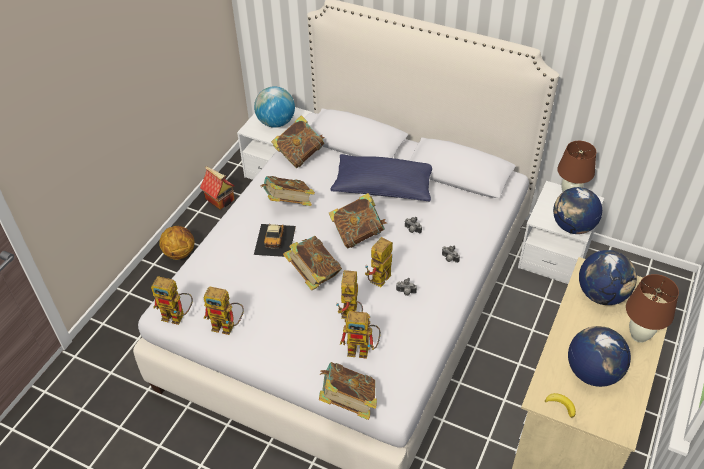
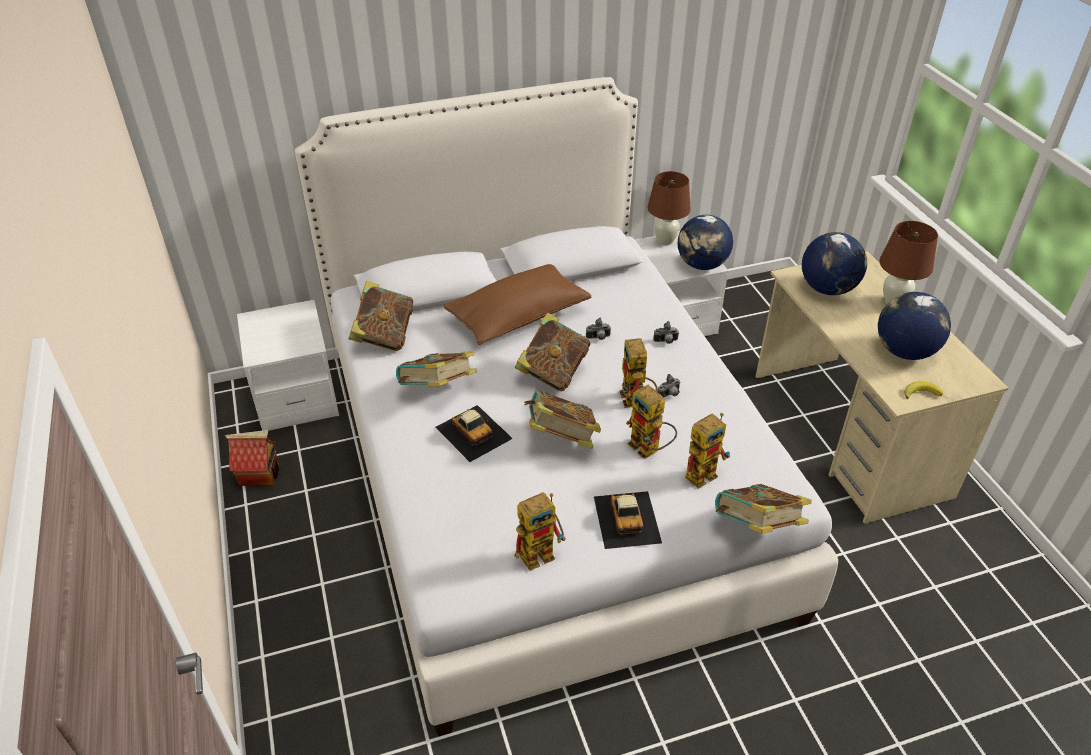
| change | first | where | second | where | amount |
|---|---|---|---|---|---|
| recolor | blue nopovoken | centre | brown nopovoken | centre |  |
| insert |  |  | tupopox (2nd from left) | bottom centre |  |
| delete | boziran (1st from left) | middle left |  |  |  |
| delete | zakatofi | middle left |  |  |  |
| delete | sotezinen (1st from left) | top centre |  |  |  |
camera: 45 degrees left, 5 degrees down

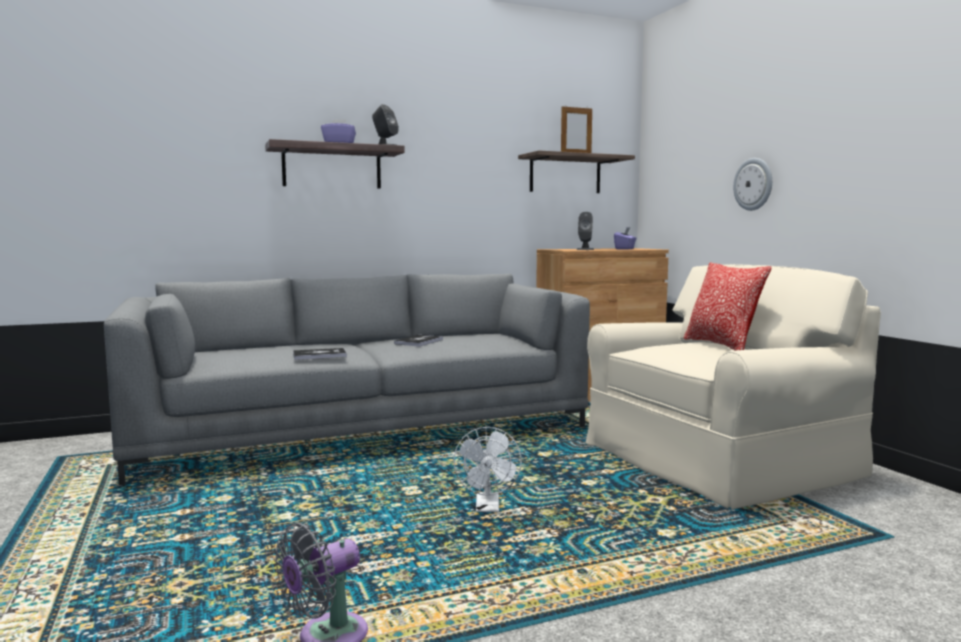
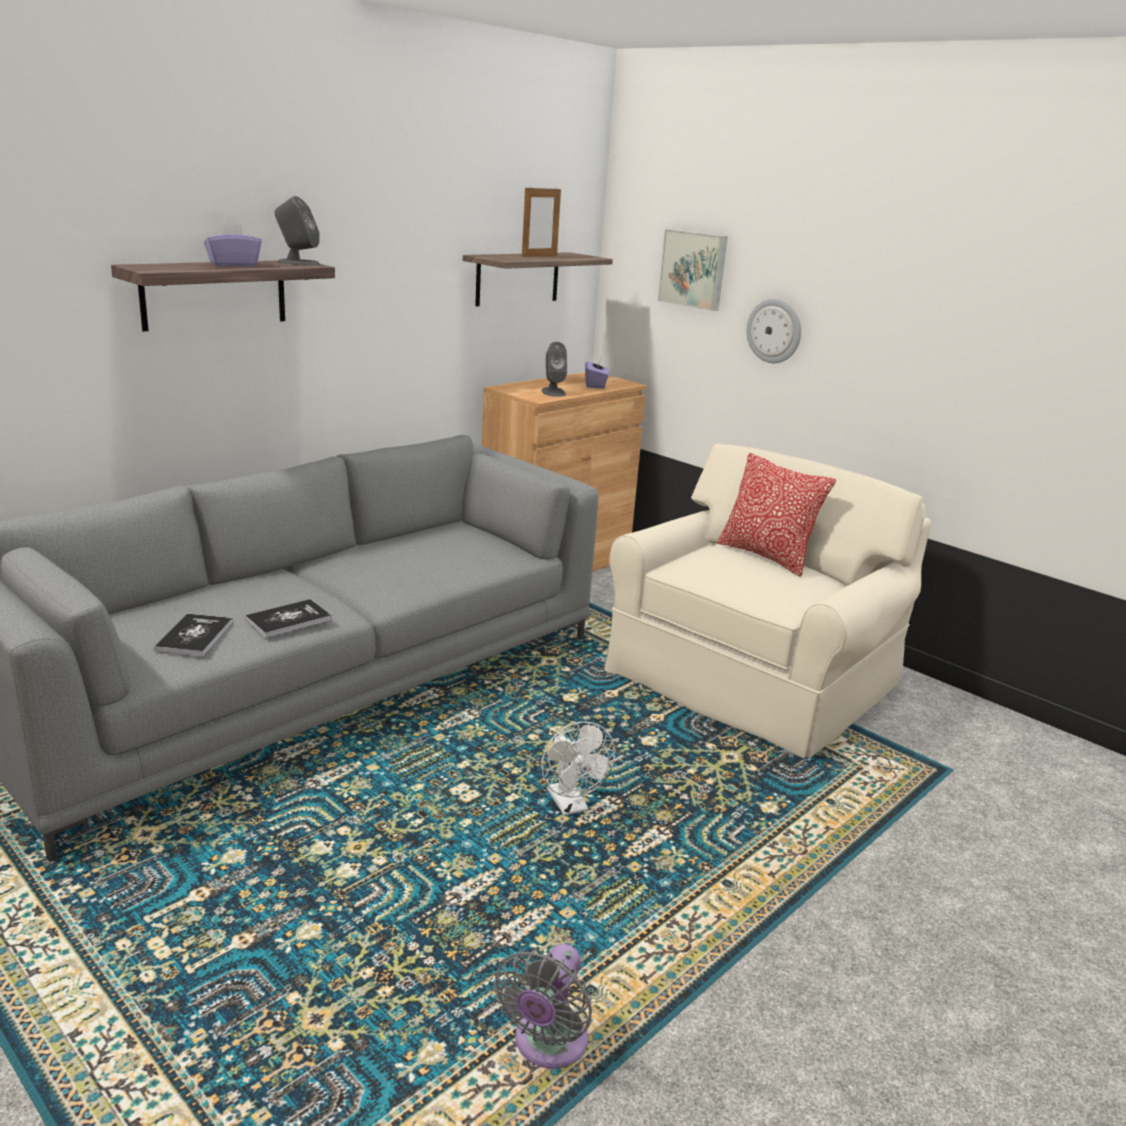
| change | first | where | second | where | amount |
|---|---|---|---|---|---|
| move | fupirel (2nd from left in the first image) | centre | fupirel (1st from left) | middle left |  |
| insert |  |  | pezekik | top centre |  |
camera: 25 degrees left, 15 degrees up

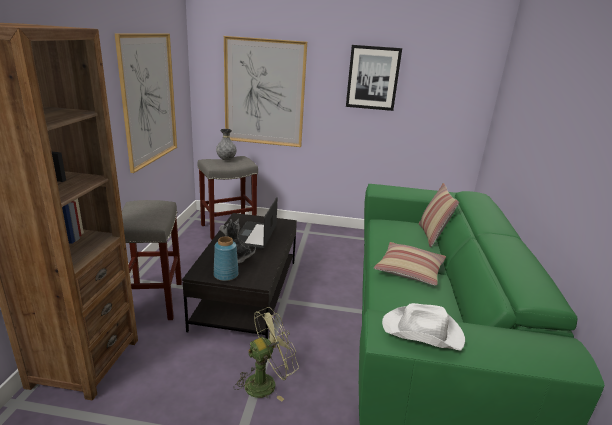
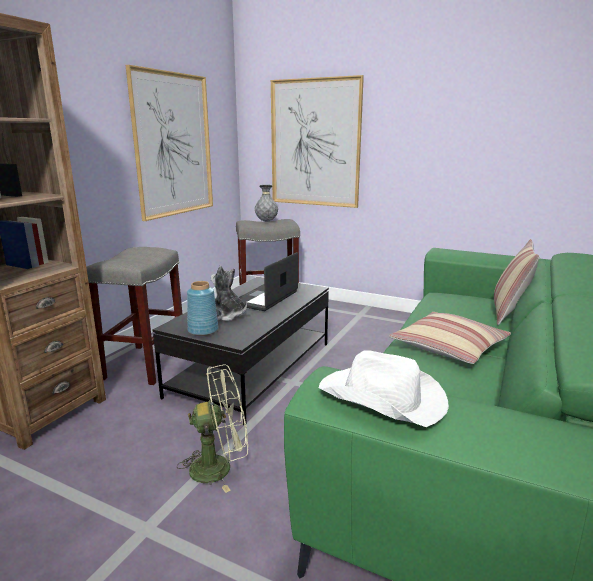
| change | first | where | second | where | amount |
|---|---|---|---|---|---|
| delete | pezekik (3rd from left) | top centre |  |  |  |
camera: 20 degrees right, 5 degrees down

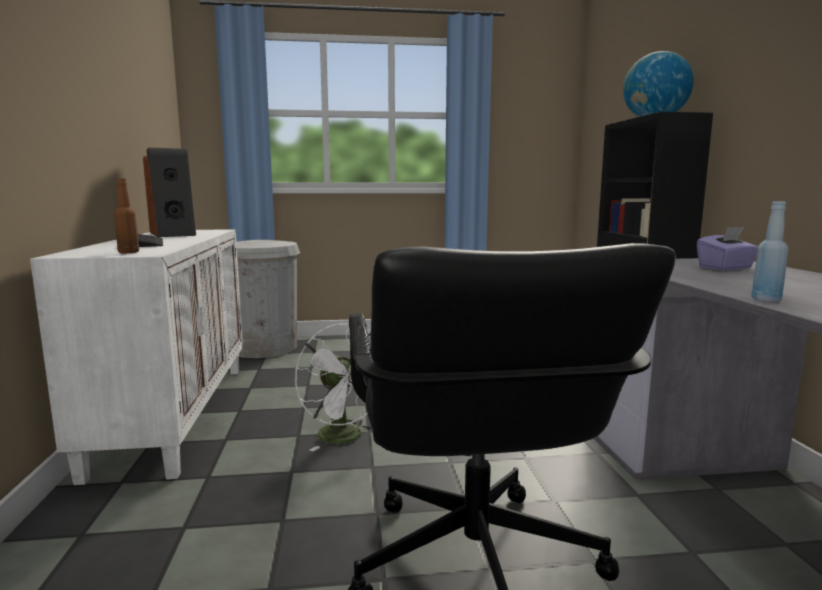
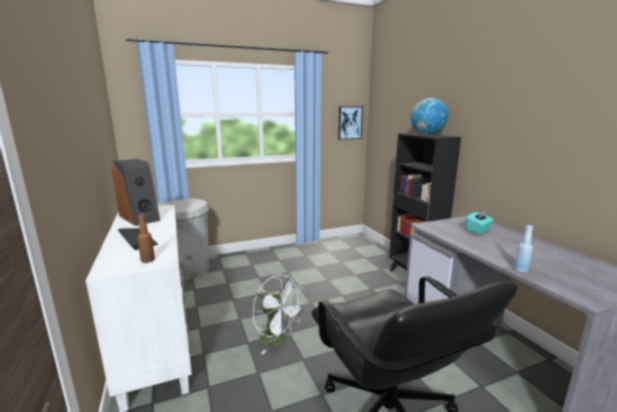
| change | first | where | second | where | amount |
|---|---|---|---|---|---|
| insert |  |  | pezekik | top centre |  |
| recolor | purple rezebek | middle right | turquoise rezebek | middle right |  |
camera: 15 degrees left, 5 degrees up

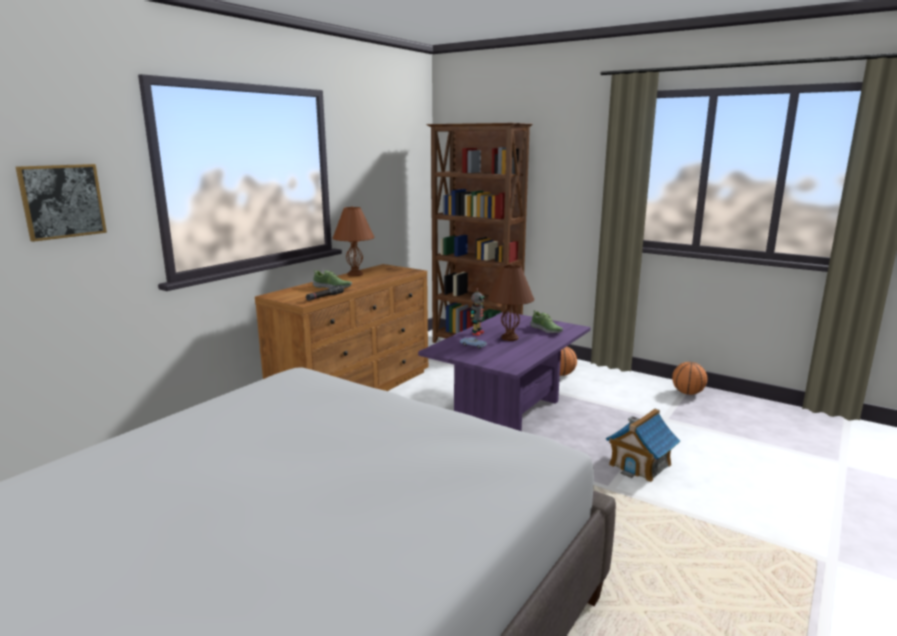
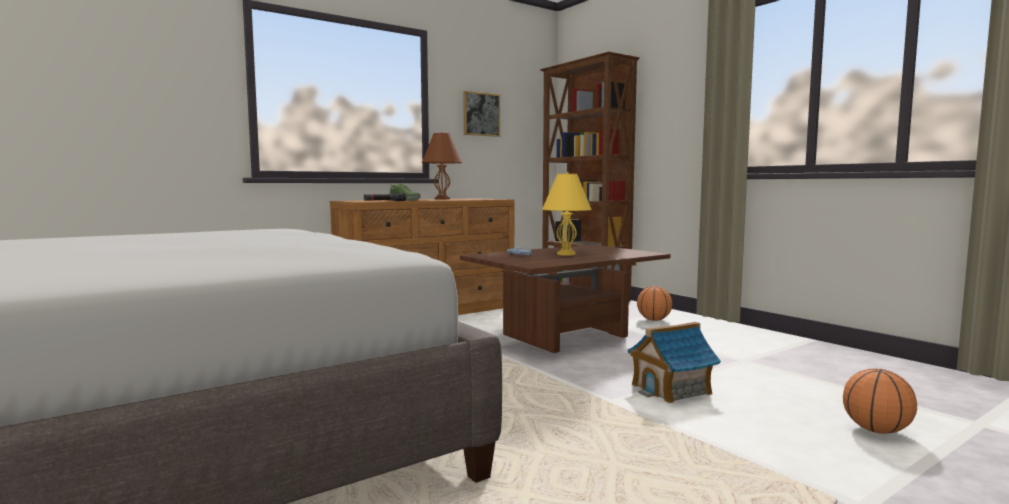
| change | first | where | second | where | amount |
|---|---|---|---|---|---|
| recolor | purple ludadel | centre | brown ludadel | centre |  |
| move | pezekik | top left |  | top centre |  |
| recolor | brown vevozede (2nd from left) | centre | yellow vevozede | centre |  |
| move | zakatofi (2nd from left) | middle right |  | bottom right |  |
| delete | boziran | centre |  |  |  |
| delete | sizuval (2nd from left) | centre |  |  |  |
camera: 20 degrees right, 10 degrees down

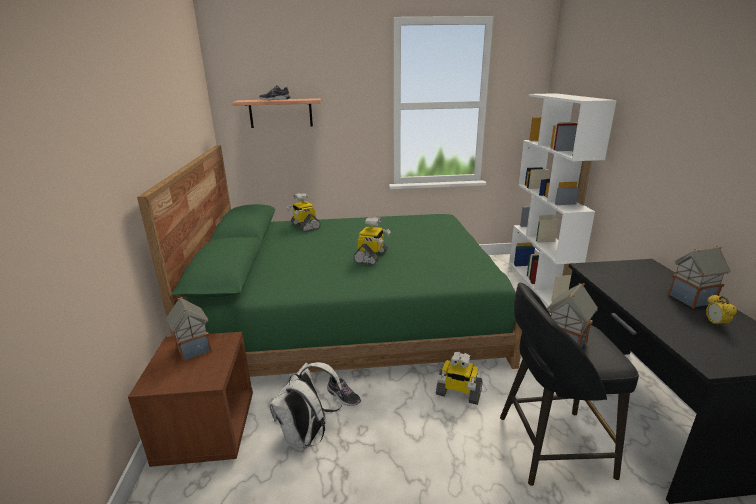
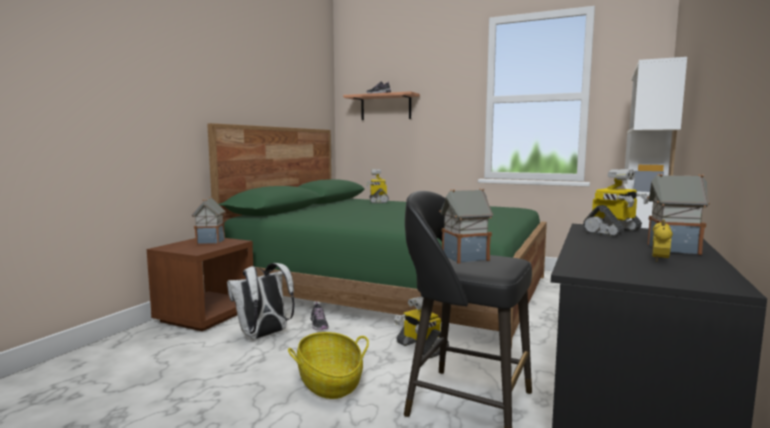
| change | first | where | second | where | amount |
|---|---|---|---|---|---|
| insert |  |  | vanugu | bottom centre |  |
| move | boziran (2nd from left in the first image) | centre | boziran (3rd from left) | middle right |  |
camera: 30 degrees right, 15 degrees down

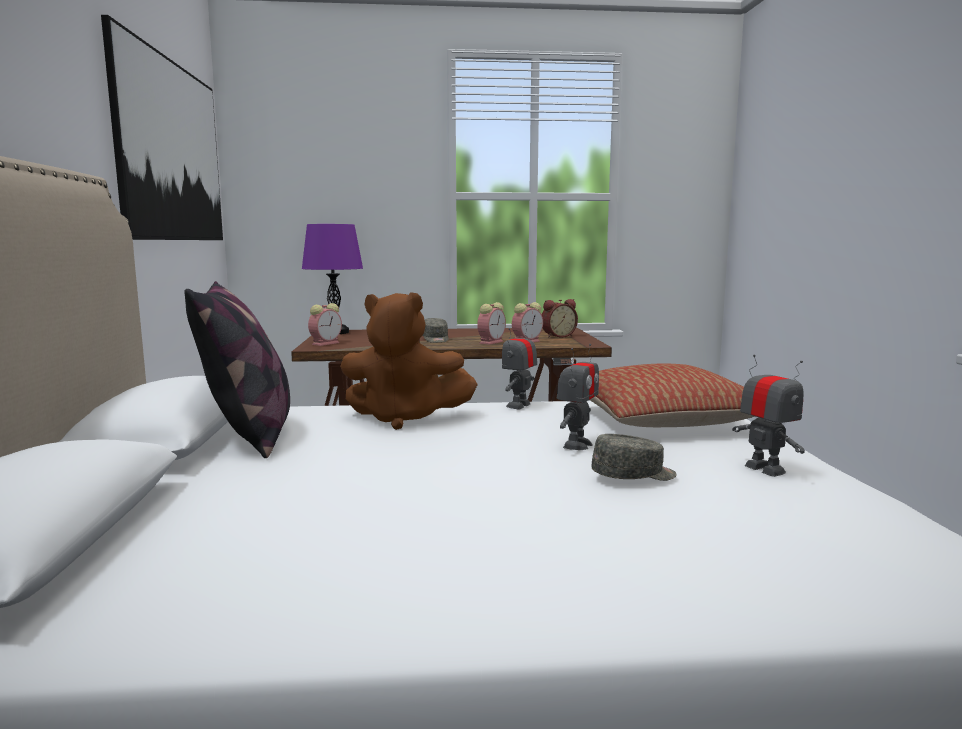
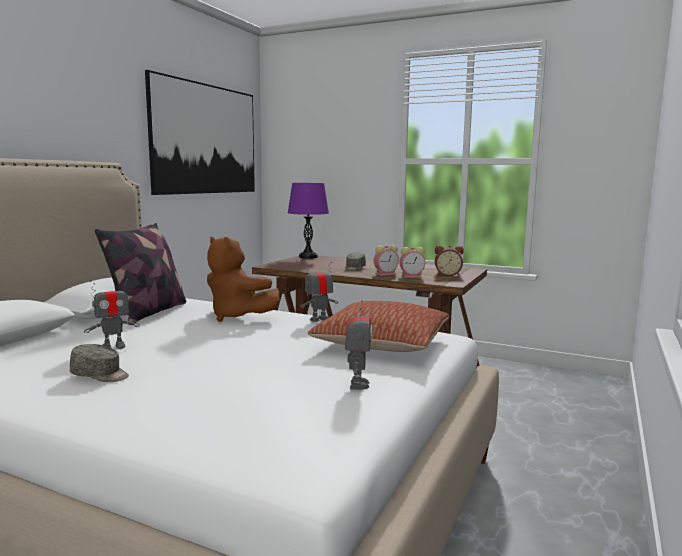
| change | first | where | second | where | amount |
|---|---|---|---|---|---|
| move | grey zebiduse (2nd from left in the first image) | centre | grey zebiduse (1st from left) | middle left |  |
| move | boziran (2nd from left in the first image) | centre | boziran (1st from left) | middle left |  |
| delete | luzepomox (1st from left) | centre |  |  |  |
camera: 30 degrees right, 0 degrees up

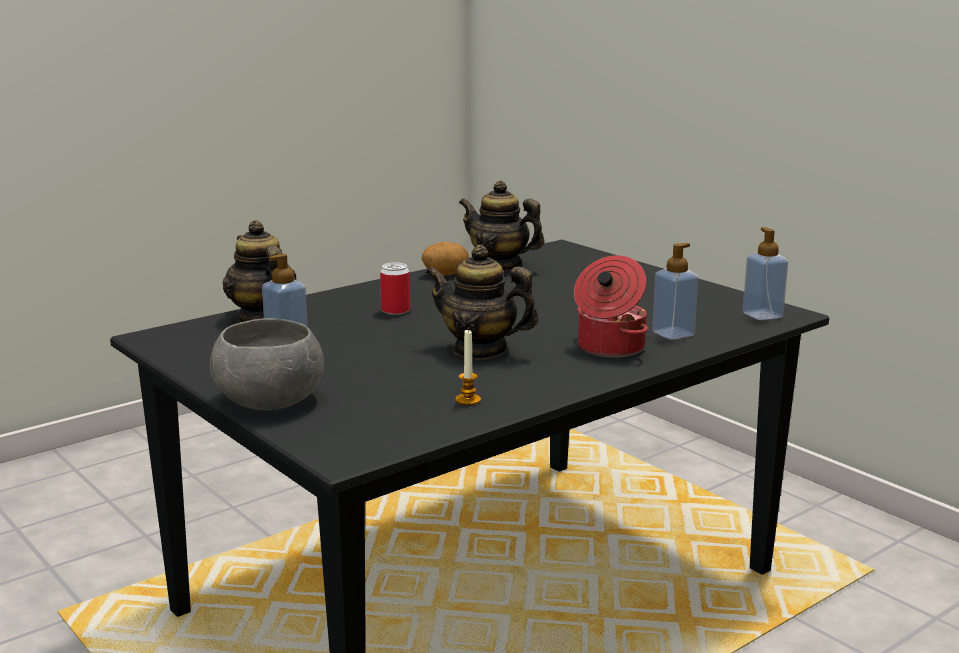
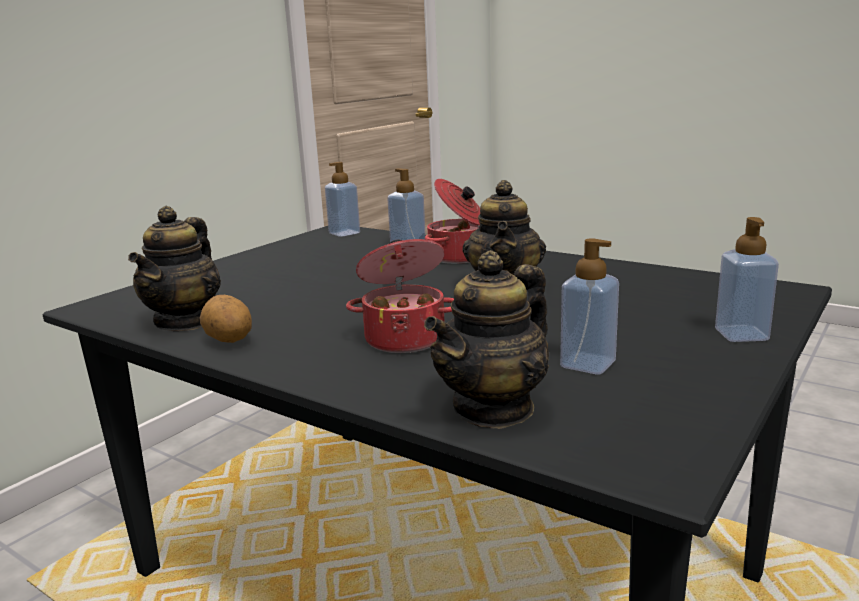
| change | first | where | second | where | amount |
|---|---|---|---|---|---|
| replace | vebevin | centre | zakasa (1st from left) | centre |  |
| replace | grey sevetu | middle left | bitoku (4th from left) | middle right |  |
| delete | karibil | centre |  |  |  |
camera: 105 degrees left, 0 degrees up

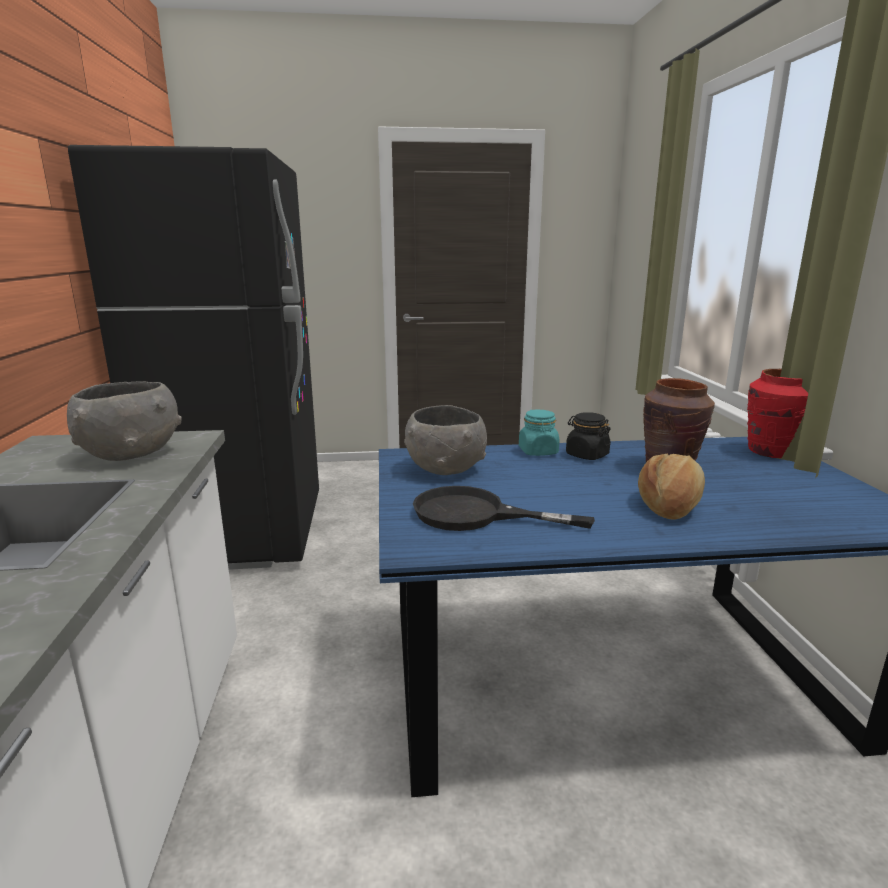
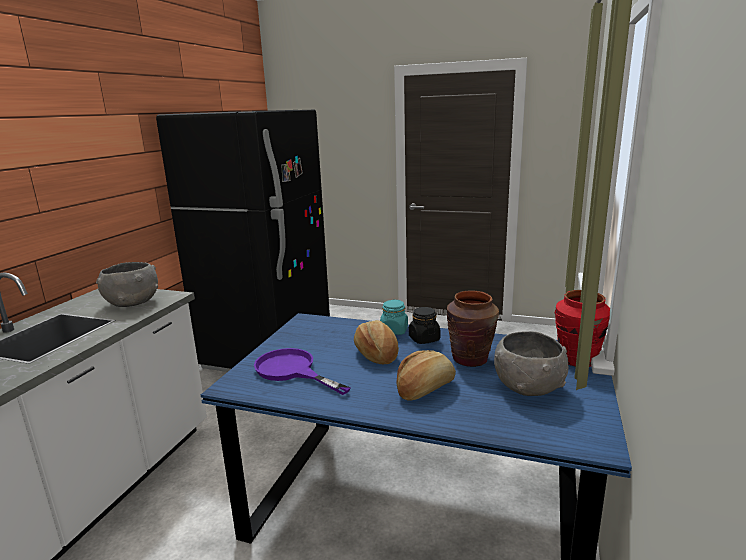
| change | first | where | second | where | amount |
|---|---|---|---|---|---|
| recolor | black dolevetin | centre | purple dolevetin | centre |  |
| insert |  |  | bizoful (1st from left) | centre |  |
| move | grey sevetu (2nd from left) | centre |  | middle right |  |
camera: 25 degrees right, 0 degrees up

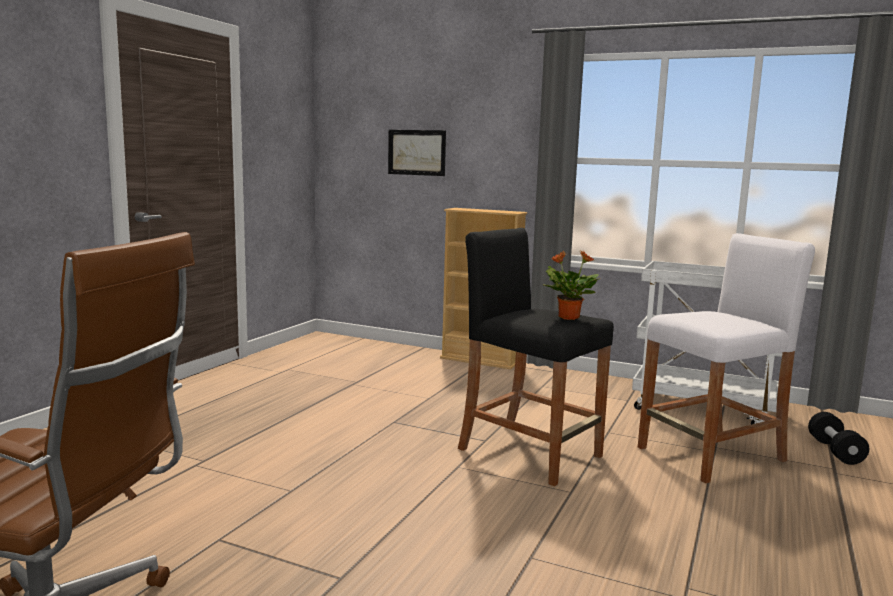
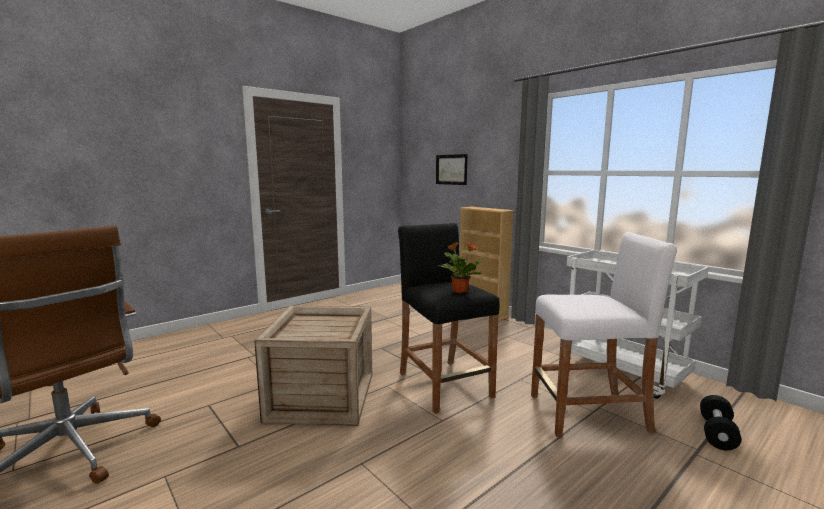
| change | first | where | second | where | amount |
|---|---|---|---|---|---|
| insert |  |  | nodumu | bottom centre |  |
camera: 25 degrees right, 0 degrees up

